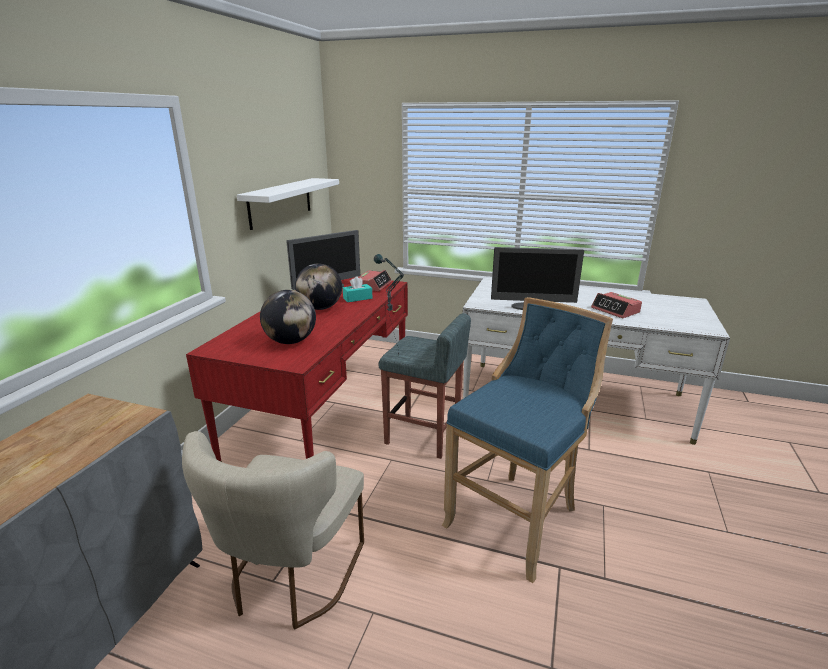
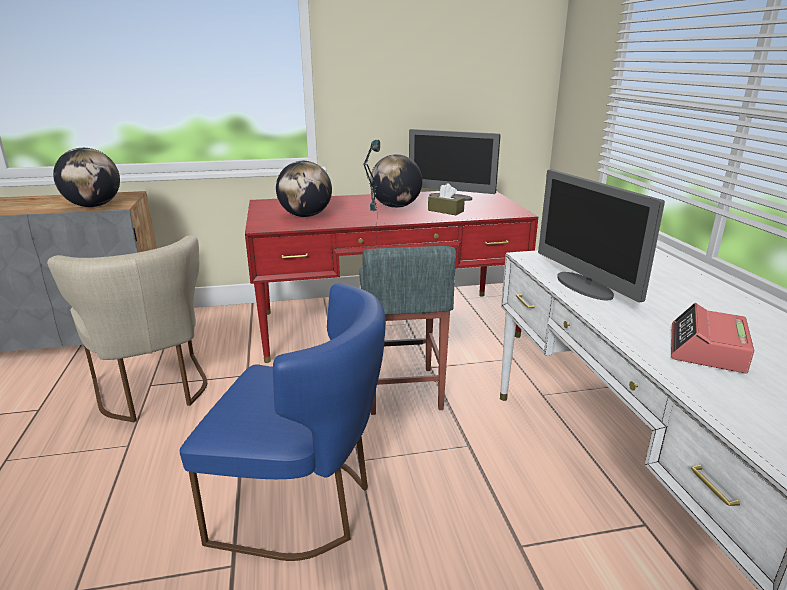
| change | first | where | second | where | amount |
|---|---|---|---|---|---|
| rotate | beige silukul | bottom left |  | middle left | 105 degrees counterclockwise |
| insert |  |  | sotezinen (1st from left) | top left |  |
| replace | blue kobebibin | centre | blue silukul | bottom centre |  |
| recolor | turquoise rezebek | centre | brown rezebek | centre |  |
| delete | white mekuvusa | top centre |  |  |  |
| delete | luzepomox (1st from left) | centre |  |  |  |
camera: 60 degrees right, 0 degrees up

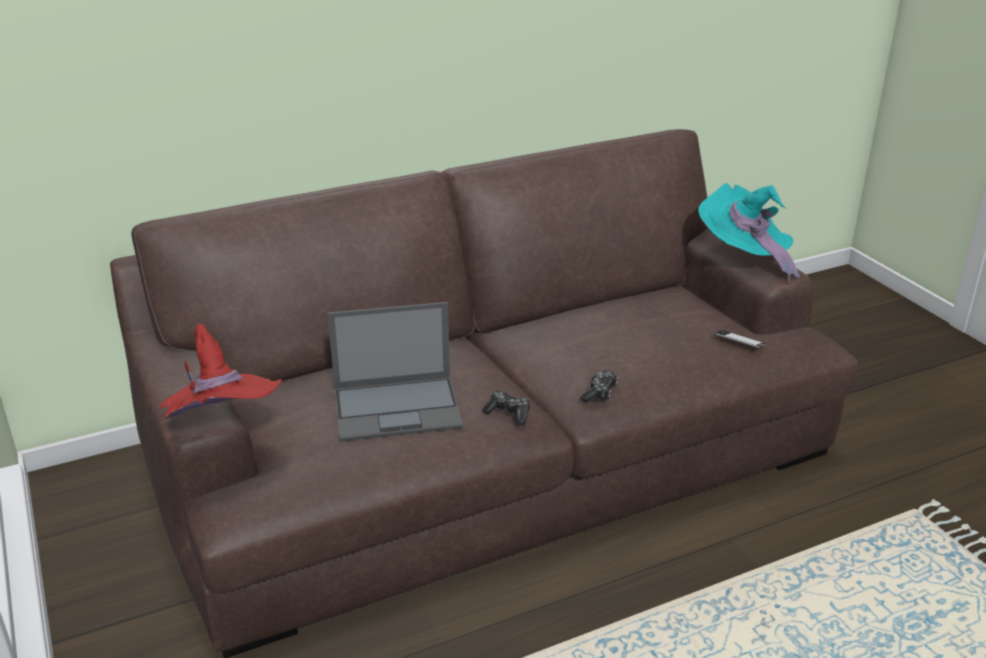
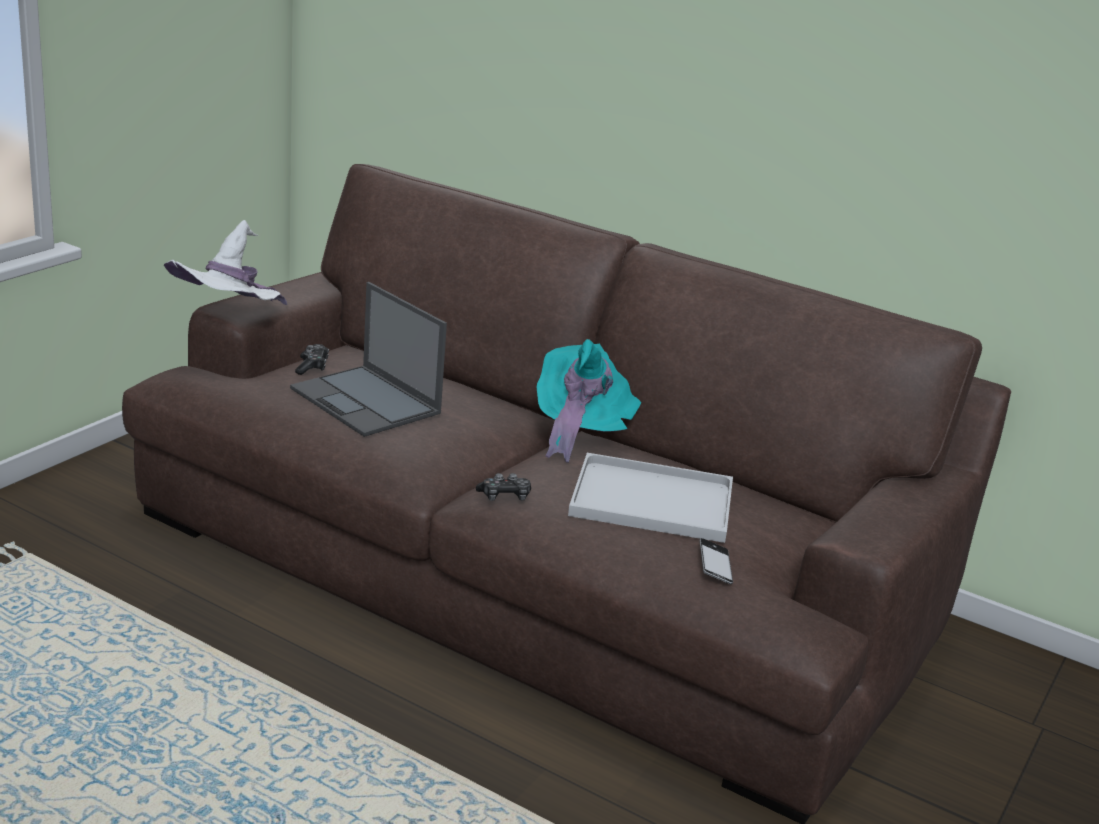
| change | first | where | second | where | amount |
|---|---|---|---|---|---|
| recolor | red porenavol | middle left | white porenavol | top left |  |
| move | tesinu (1st from left) | centre |  | middle left |  |
| move | turquoise porenavol | middle right |  | centre |  |
| insert |  |  | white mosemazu | centre |  |
camera: 55 degrees right, 5 degrees down

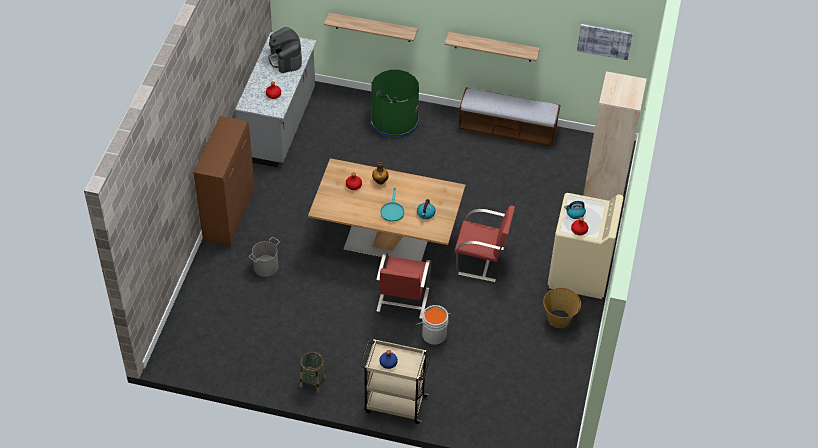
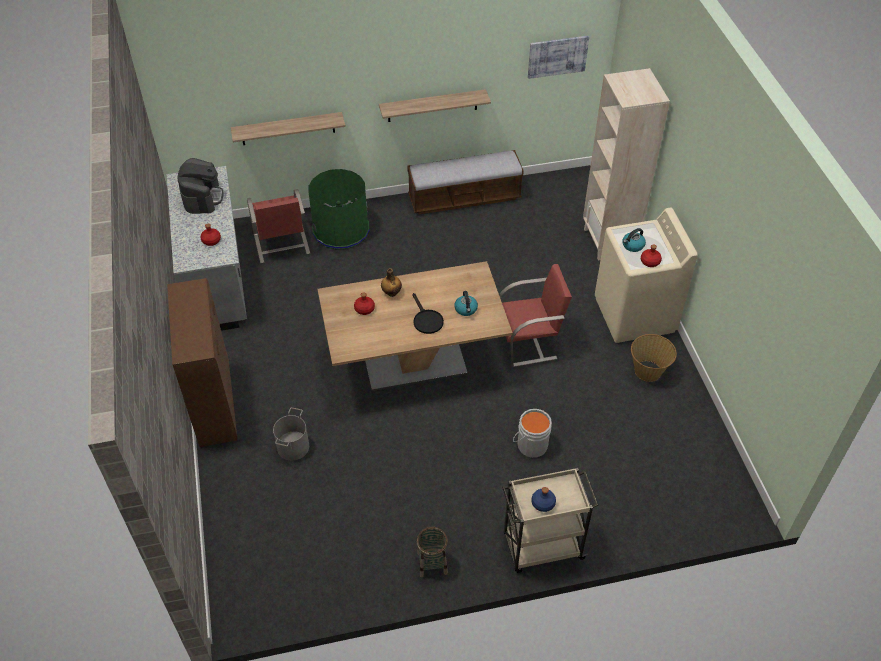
| change | first | where | second | where | amount |
|---|---|---|---|---|---|
| rotate | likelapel | top centre |  | top left | 135 degrees counterclockwise |
| move | red silukul (1st from left) | centre |  | middle left |  |
| recolor | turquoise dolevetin | centre | black dolevetin | centre |  |
camera: 25 degrees left, 0 degrees up

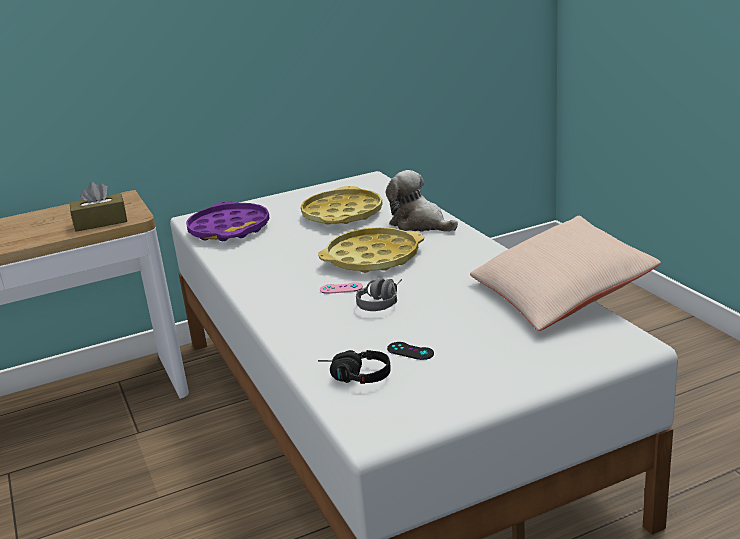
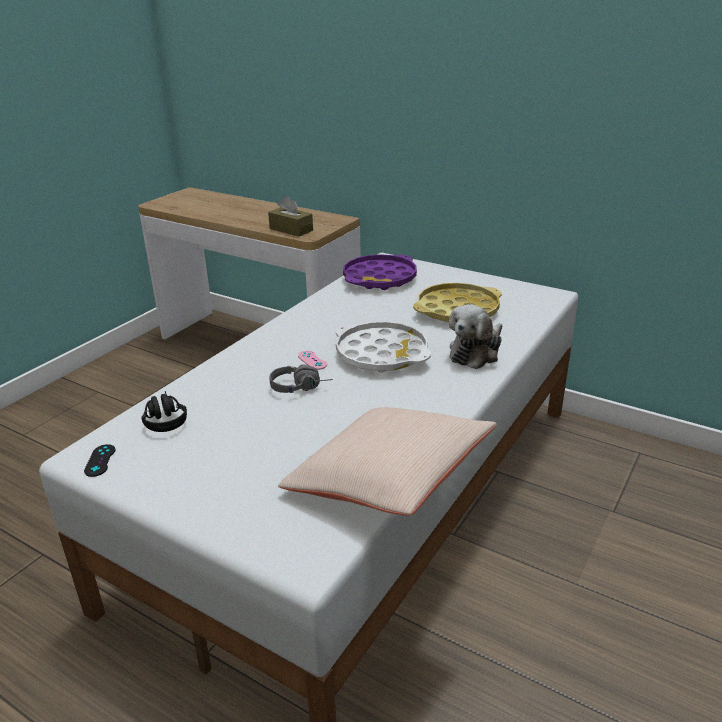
| change | first | where | second | where | amount |
|---|---|---|---|---|---|
| move | black tesinu | centre |  | middle left |  |
| recolor | yellow mosemazu (2nd from left) | centre | white mosemazu | centre |  |
| rotate | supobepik | centre |  | centre | 150 degrees counterclockwise |
camera: 55 degrees right, 5 degrees up

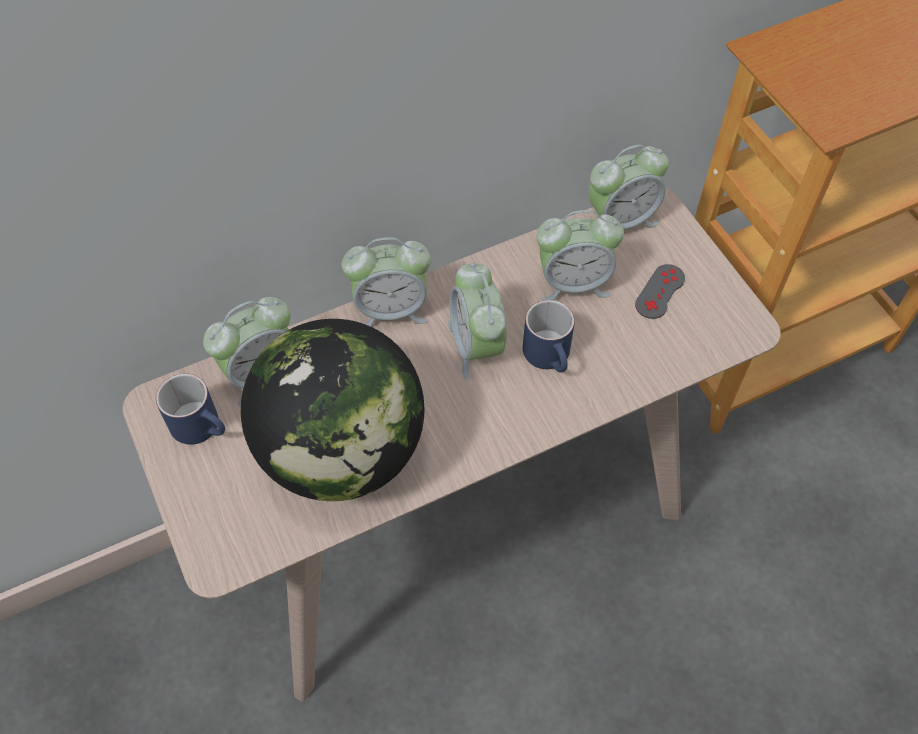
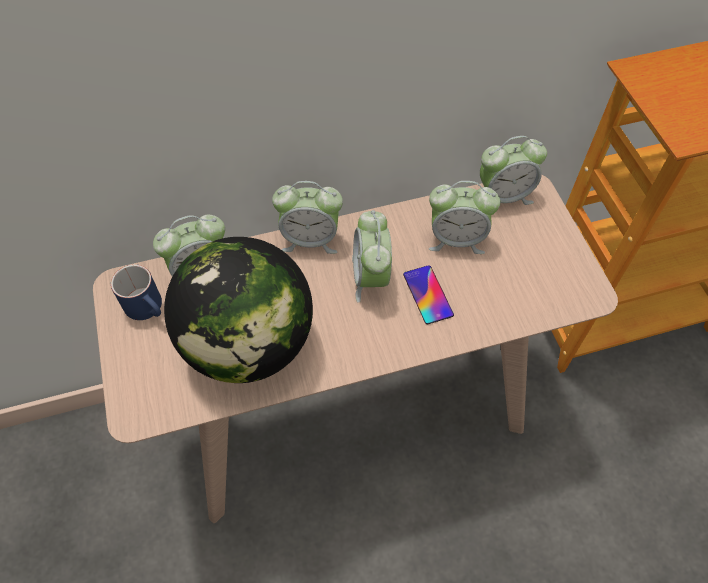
| change | first | where | second | where | amount |
|---|---|---|---|---|---|
| replace | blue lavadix (2nd from left) | centre | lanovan | centre |  |
| delete | grey tesinu | middle right |  |  |  |
camera: 10 degrees right, 0 degrees up

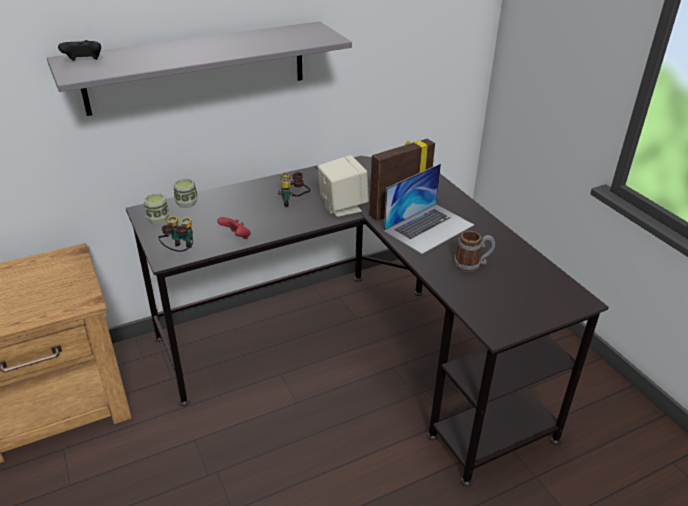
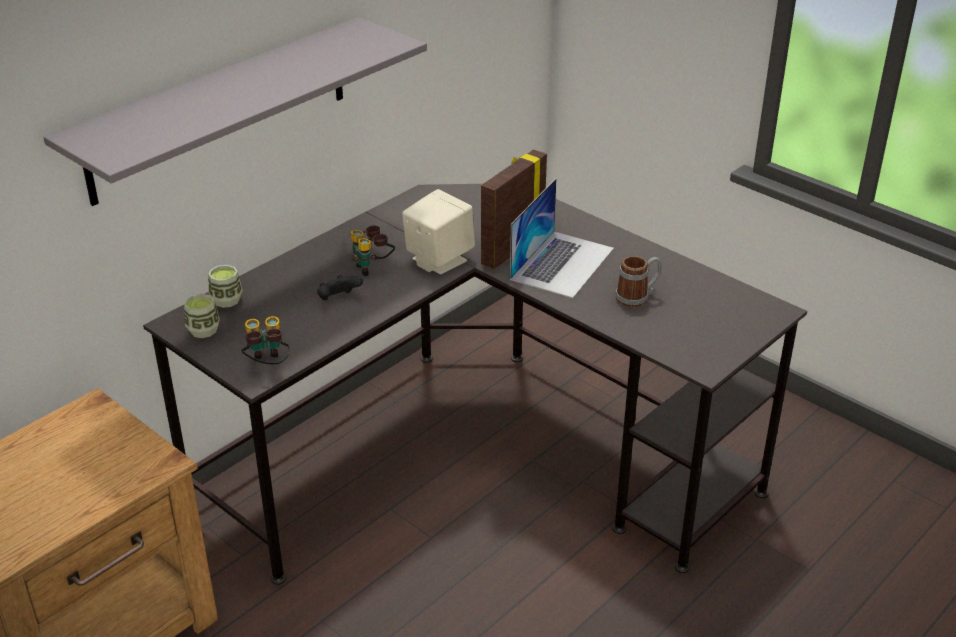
| change | first | where | second | where | amount |
|---|---|---|---|---|---|
| move | black tesinu | top left |  | centre |  |
| delete | red tesinu | centre |  |  |  |
camera: 20 degrees left, 0 degrees up

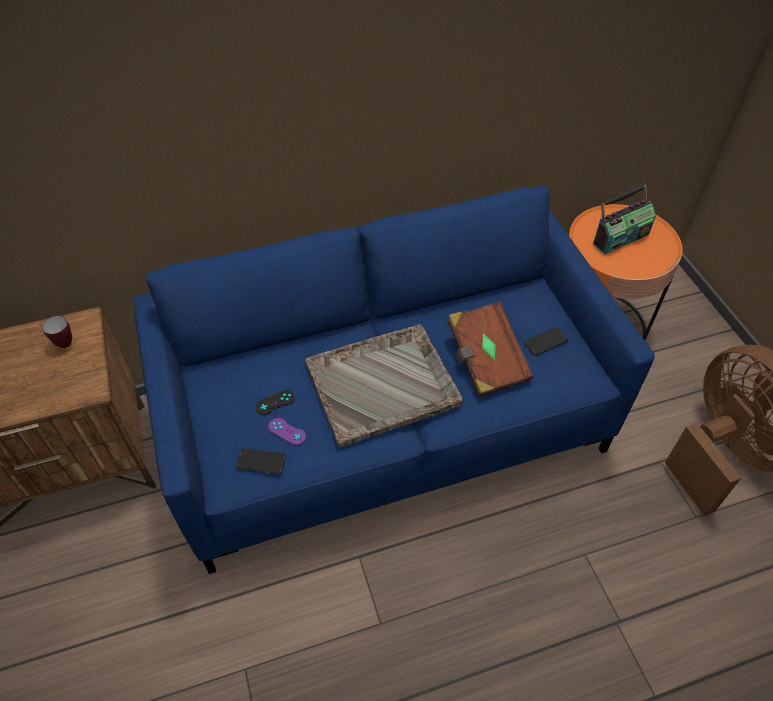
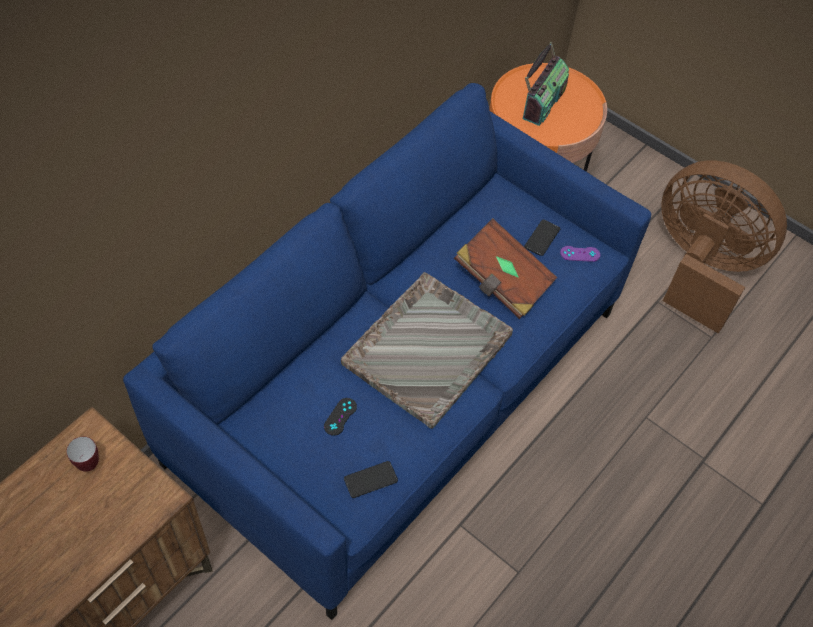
| change | first | where | second | where | amount |
|---|---|---|---|---|---|
| move | purple tesinu | centre |  | middle right |  |
camera: 35 degrees left, 5 degrees up

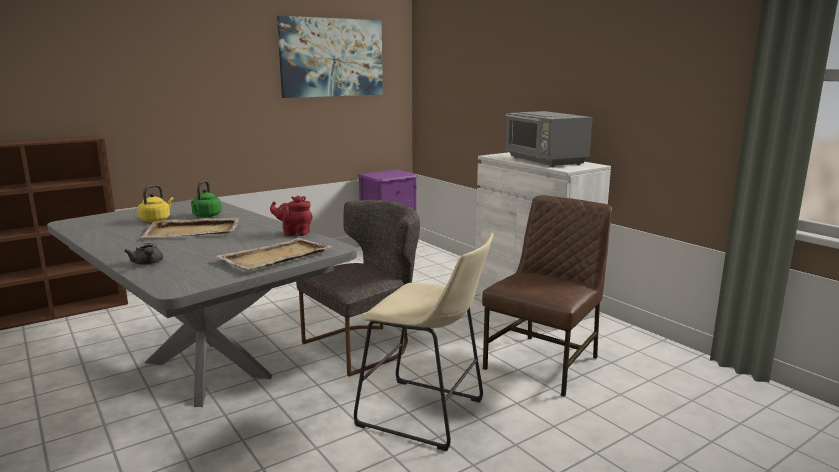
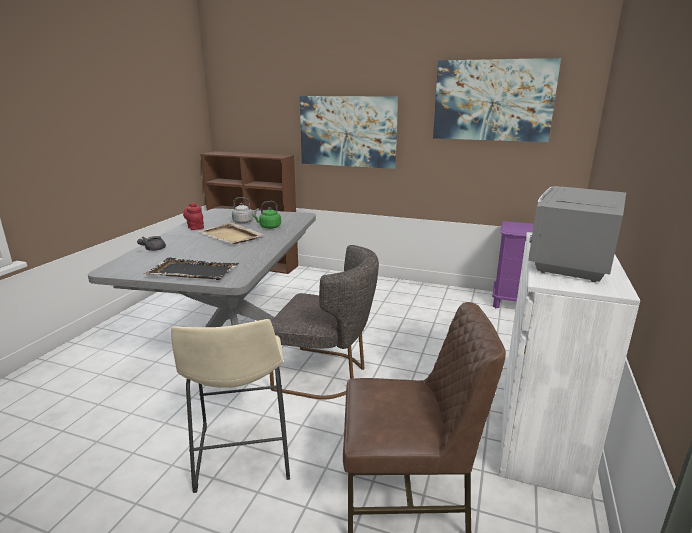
| change | first | where | second | where | amount |
|---|---|---|---|---|---|
| recolor | beige mosemazu (2nd from left) | middle left | black mosemazu | middle left |  |
| move | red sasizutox | centre |  | middle left |  |
| recolor | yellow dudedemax | middle left | grey dudedemax | centre |  |
| insert |  |  | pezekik (1st from left) | top centre |  |
camera: 55 degrees right, 5 degrees up

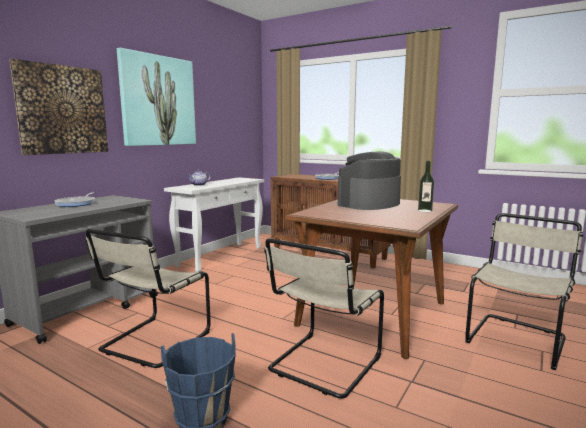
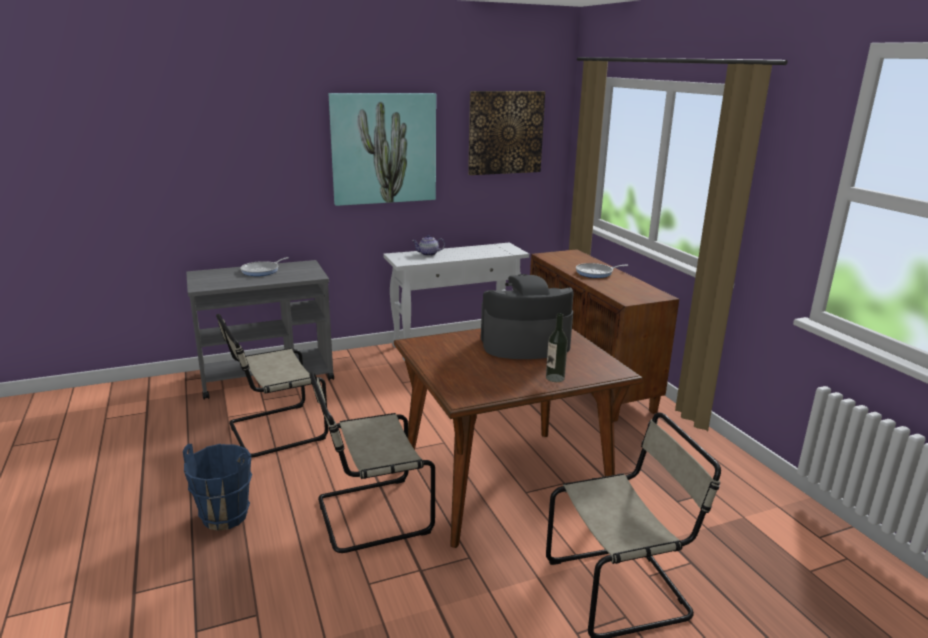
| change | first | where | second | where | amount |
|---|---|---|---|---|---|
| move | pezekik (1st from left in the first image) | top left | pezekik (2nd from left) | top centre |  |
camera: 35 degrees right, 10 degrees up

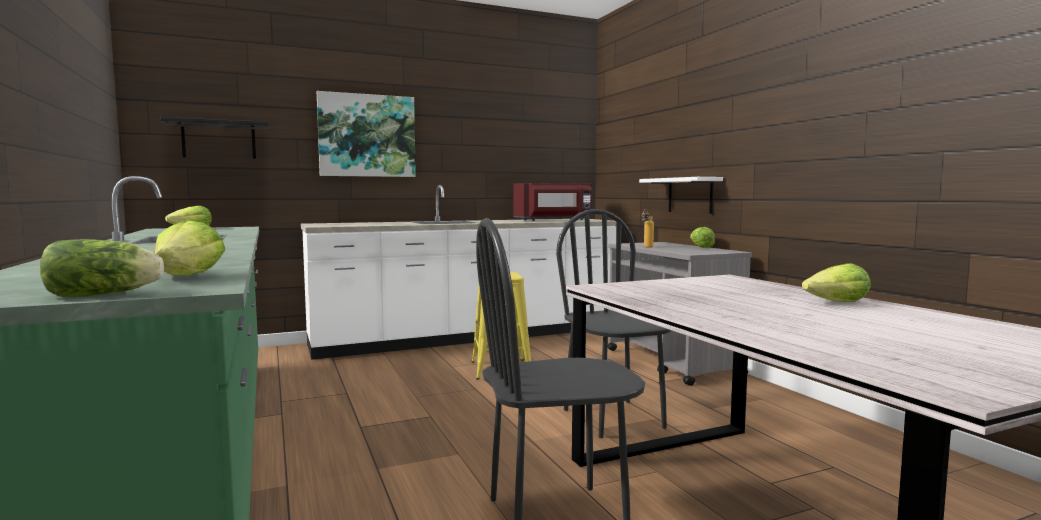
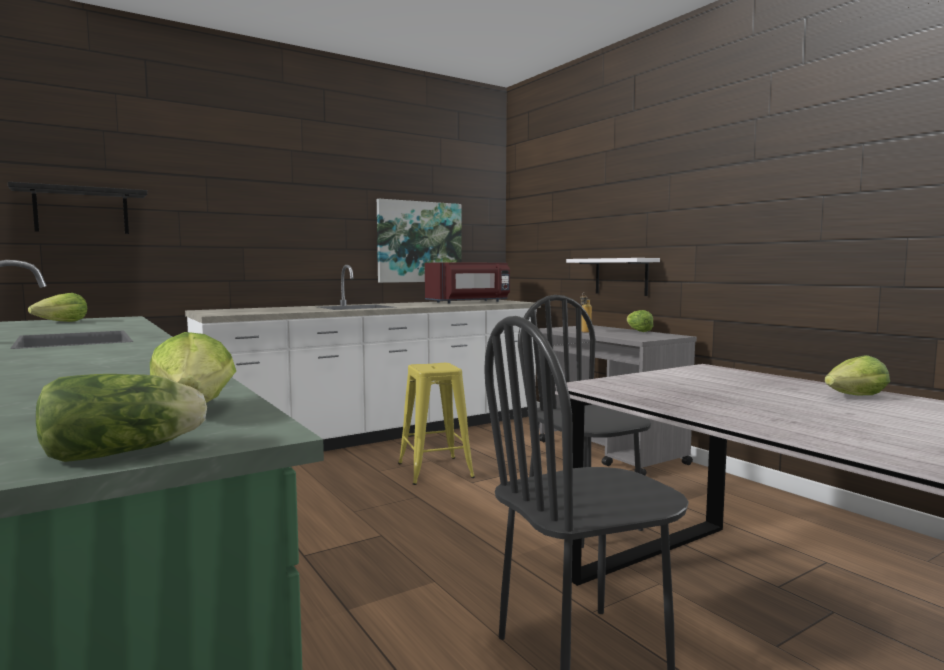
| change | first | where | second | where | amount |
|---|---|---|---|---|---|
| move | pezekik | top centre |  | centre |  |
camera: 10 degrees left, 0 degrees up

